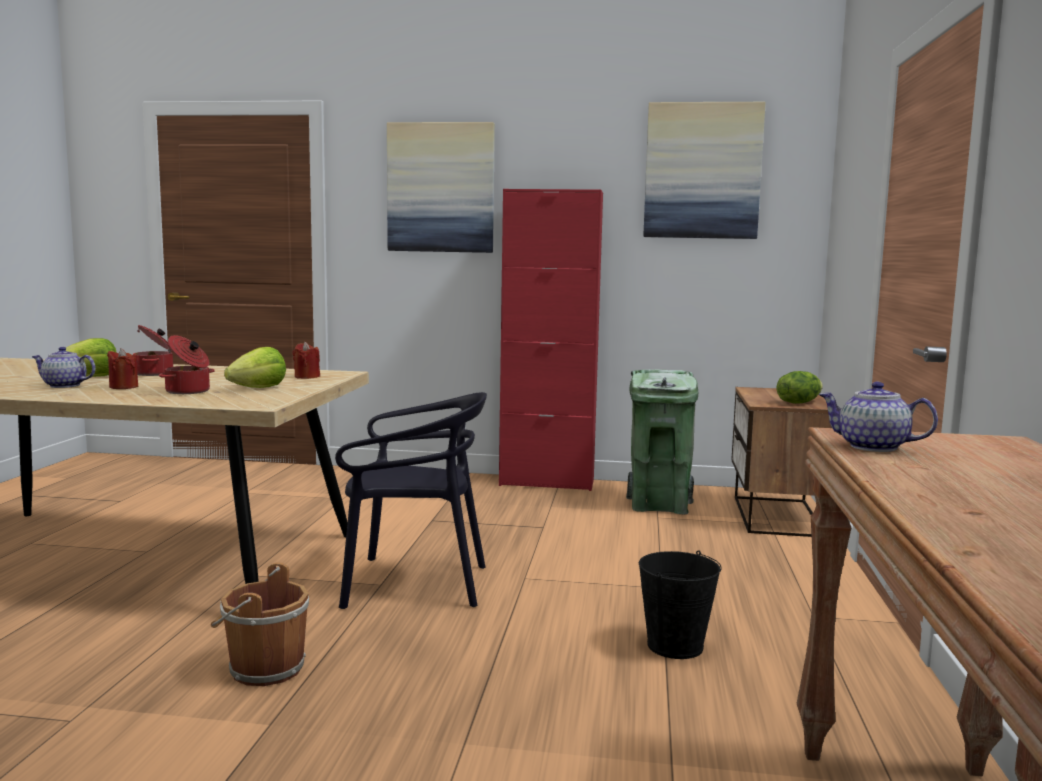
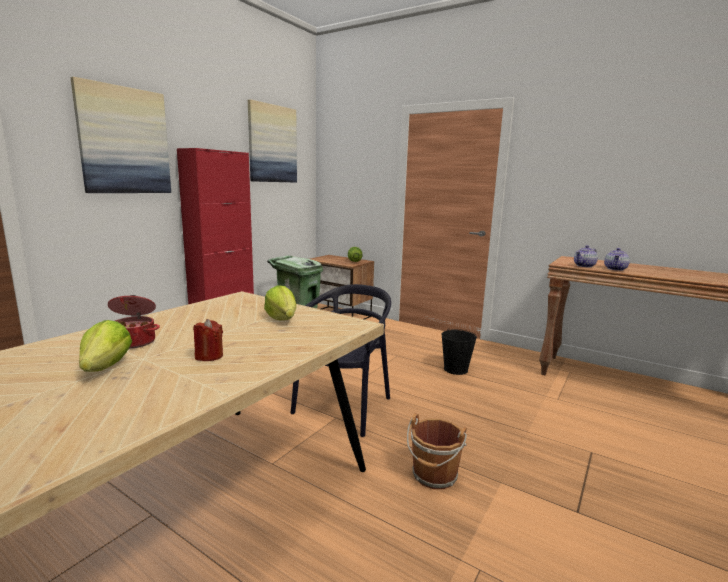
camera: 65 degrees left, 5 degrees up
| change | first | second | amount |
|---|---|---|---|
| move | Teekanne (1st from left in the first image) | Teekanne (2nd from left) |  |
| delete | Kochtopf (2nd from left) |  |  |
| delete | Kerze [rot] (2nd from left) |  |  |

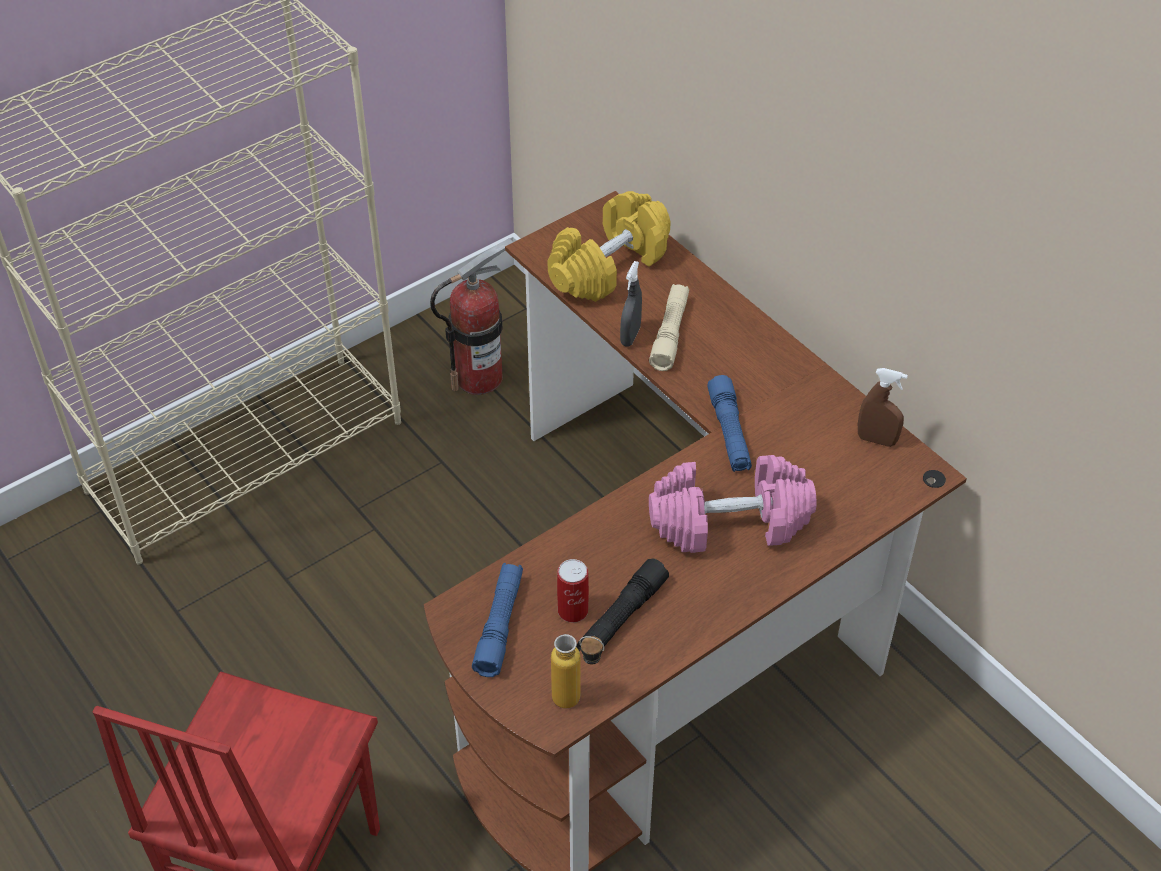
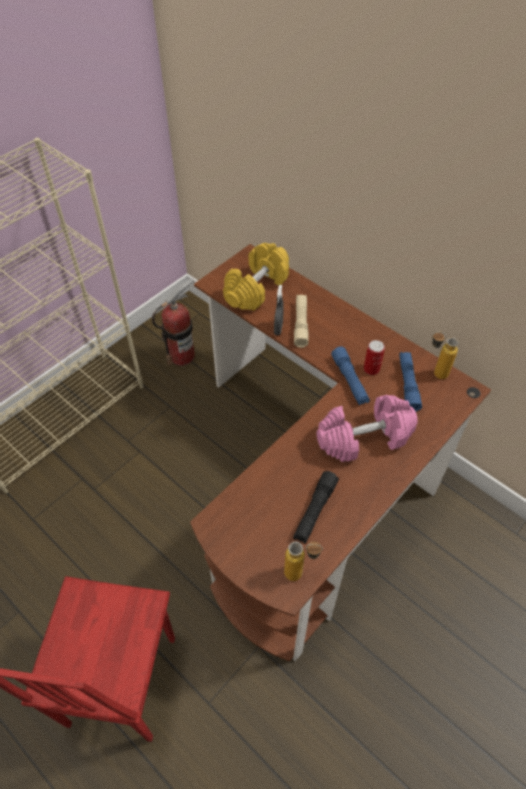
camera: 10 degrees left, 5 degrees up
| change | first | second | amount |
|---|---|---|---|
| move | Taschenlampe [blau] (1st from left in the first image) | Taschenlampe [blau] (2nd from left) |  |
| move | Dose |  |  |
| replace | Sprühflasche [braun] | Flasche (2nd from left) |  |

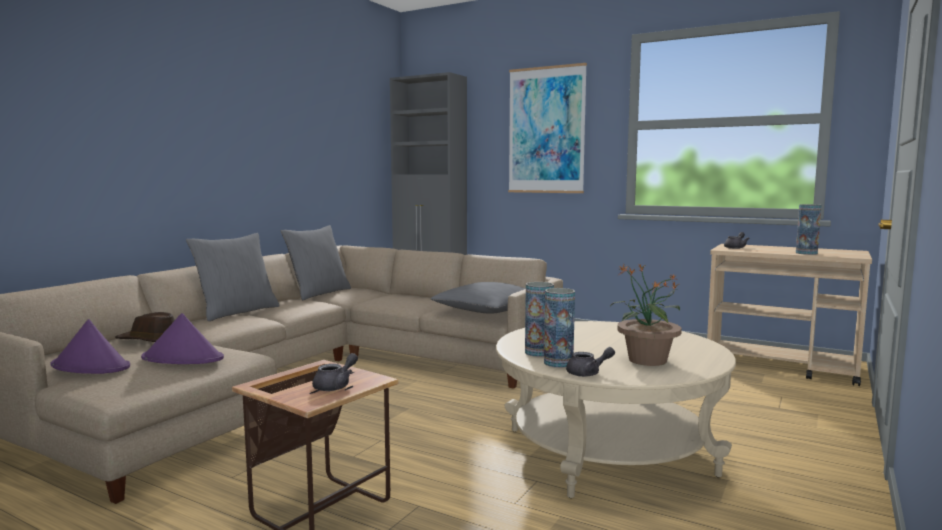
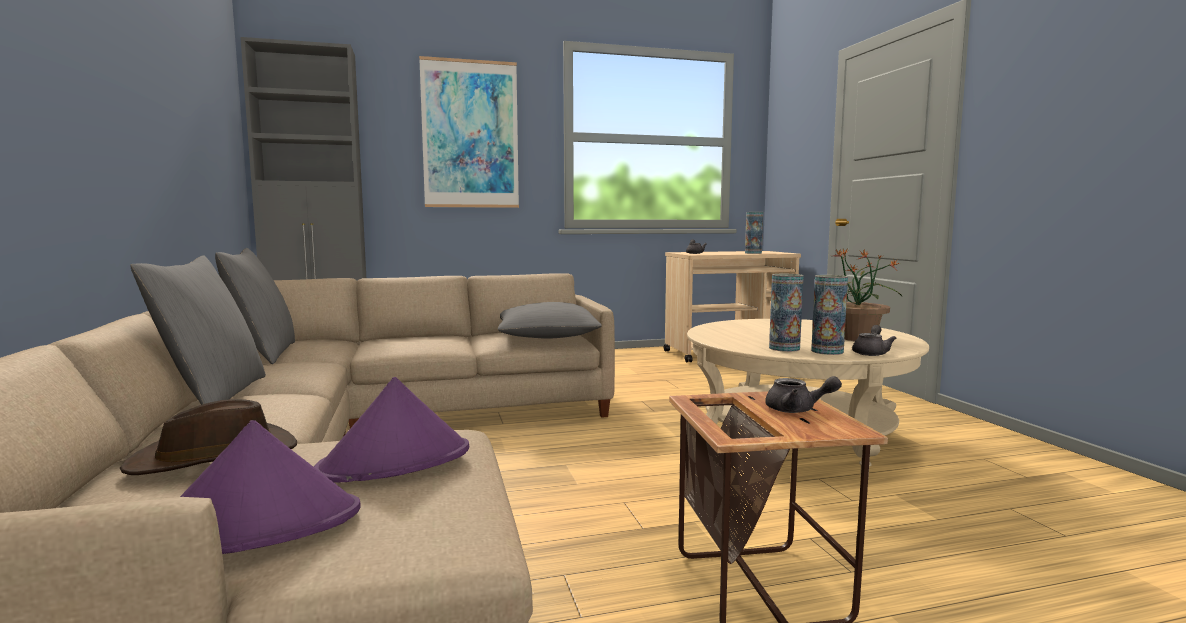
camera: 45 degrees left, 0 degrees up
| change | first | second | amount |
|---|---|---|---|
| rotate | Teekanne [grau] (1st from left in the first image) | Teekanne [grau] (2nd from left) | 120 degrees clockwise |

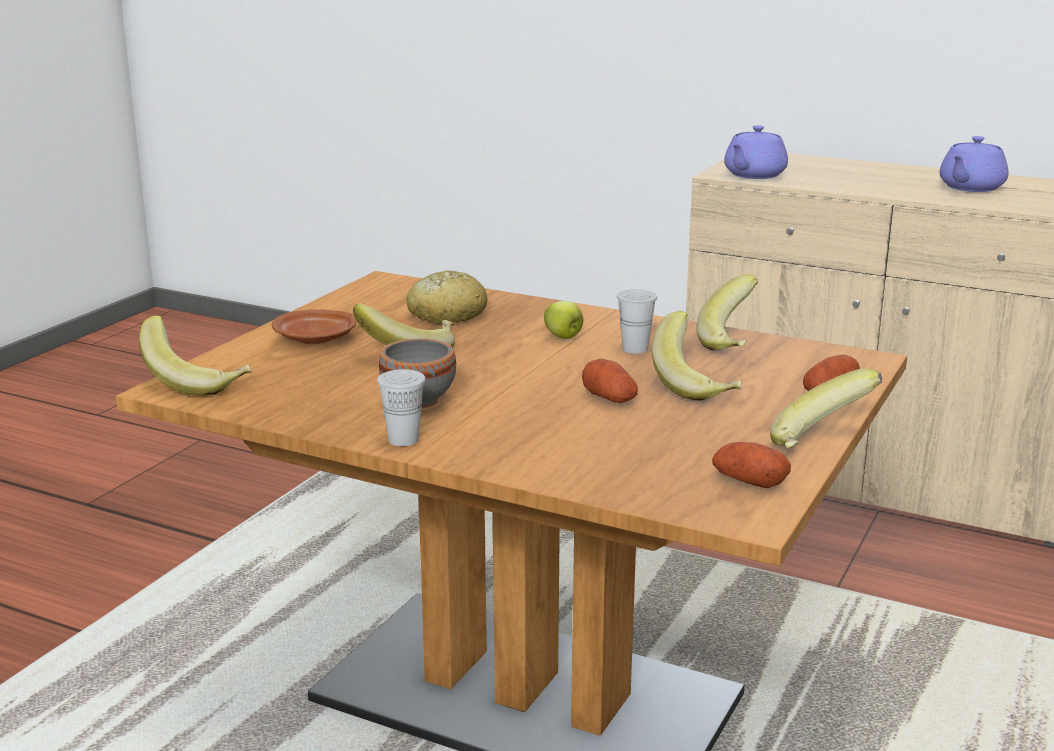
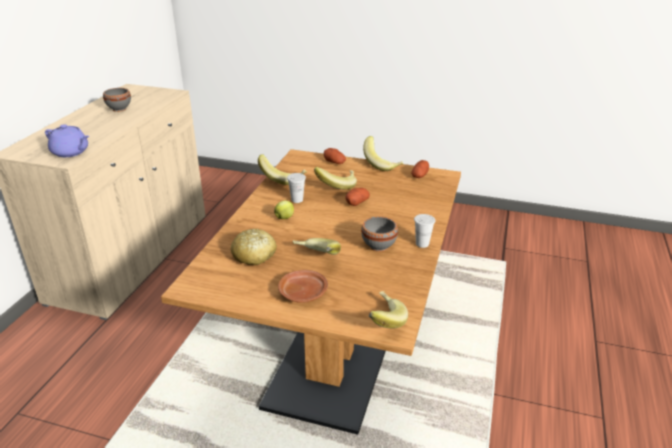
camera: 100 degrees left, 10 degrees up
| change | first | second | amount |
|---|---|---|---|
| replace | Teekanne [lila] (2nd from left) | Schüssel [grau] (1st from left) |  |

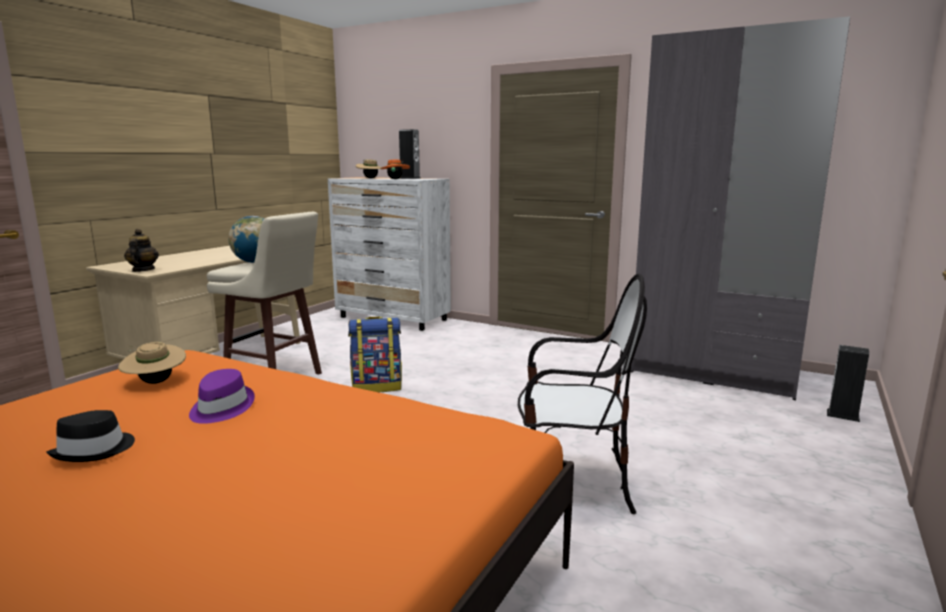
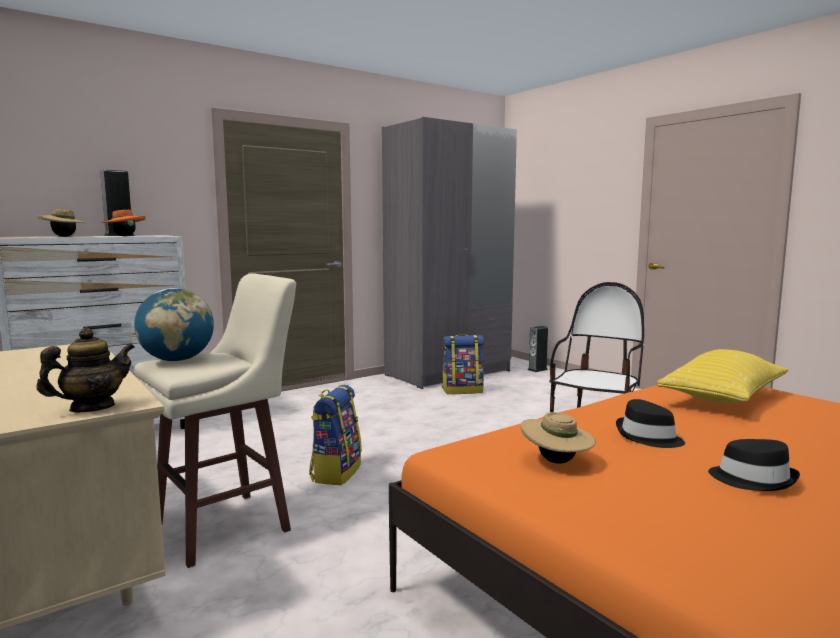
camera: 65 degrees left, 5 degrees down
| change | first | second | amount |
|---|---|---|---|
| rotate | Teekanne |  | 120 degrees clockwise |
| recolor | Hut [lila] | Hut [schwarz] (1st from left) |  |
| insert |  | Rucksack (2nd from left) |  |
| insert |  | Kissen [gelb] |  |

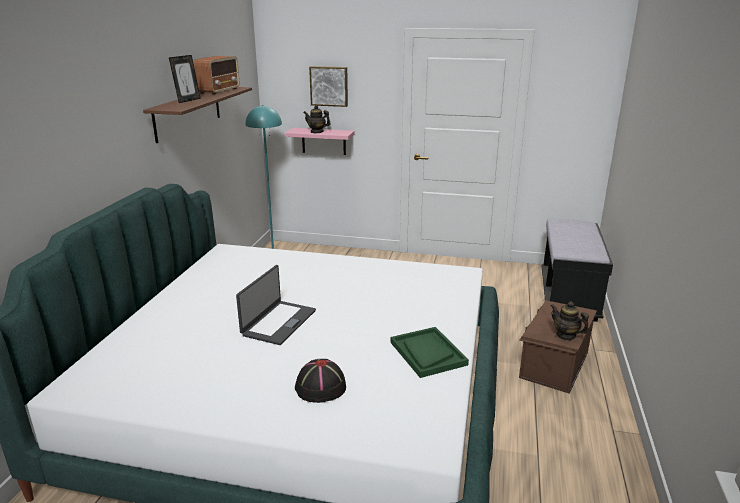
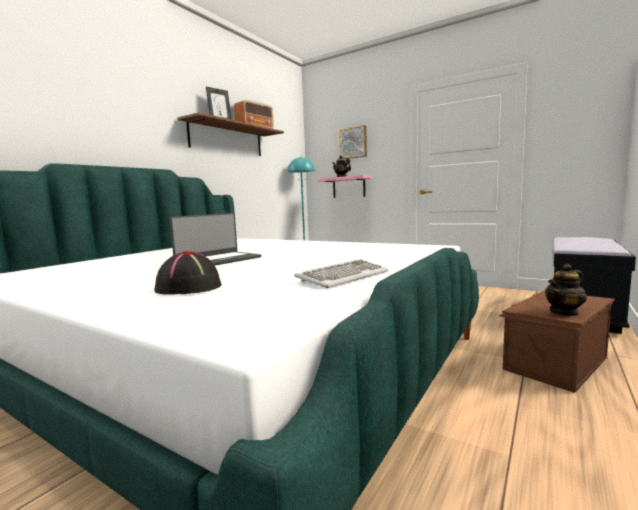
camera: 20 degrees right, 15 degrees down
| change | first | second | amount |
|---|---|---|---|
| replace | Tablett [grün] | Tastatur |  |
| rotate | Teekanne (2nd from left) |  | 90 degrees counterclockwise |

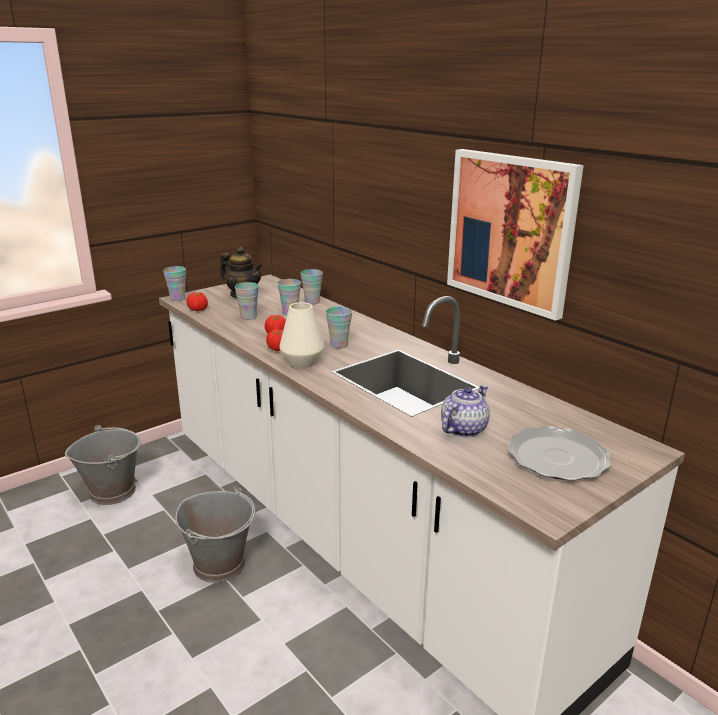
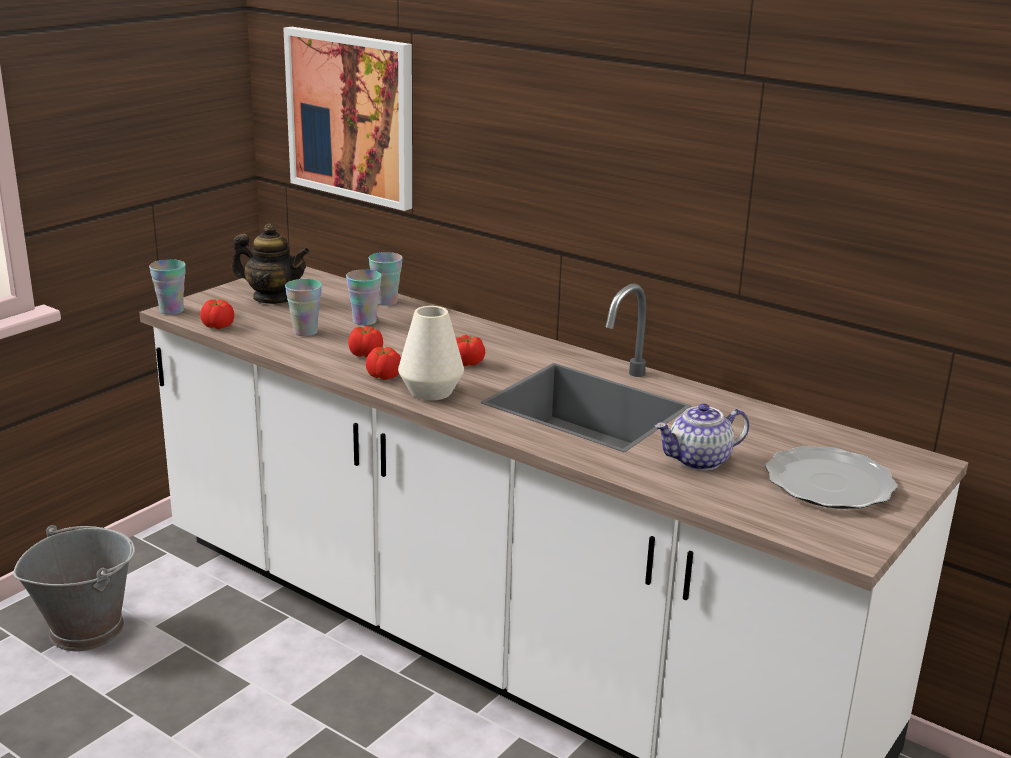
camera: 15 degrees left, 0 degrees up
| change | first | second | amount |
|---|---|---|---|
| delete | Eimer [grau] (2nd from left) |  |  |
| replace | Tasse (5th from left) | Tomate (4th from left) |  |
| rotate | Teekanne (2nd from left) |  | 135 degrees counterclockwise |
| move | Bild |  |  |

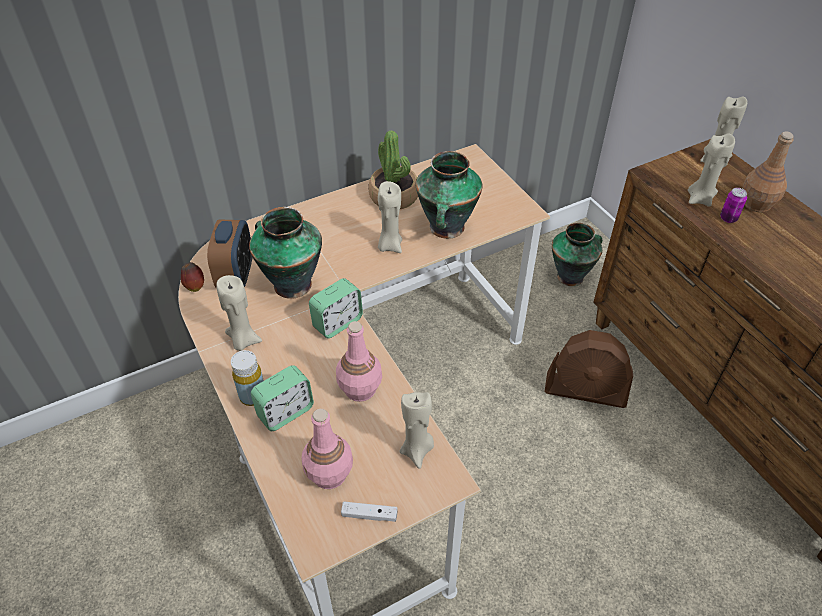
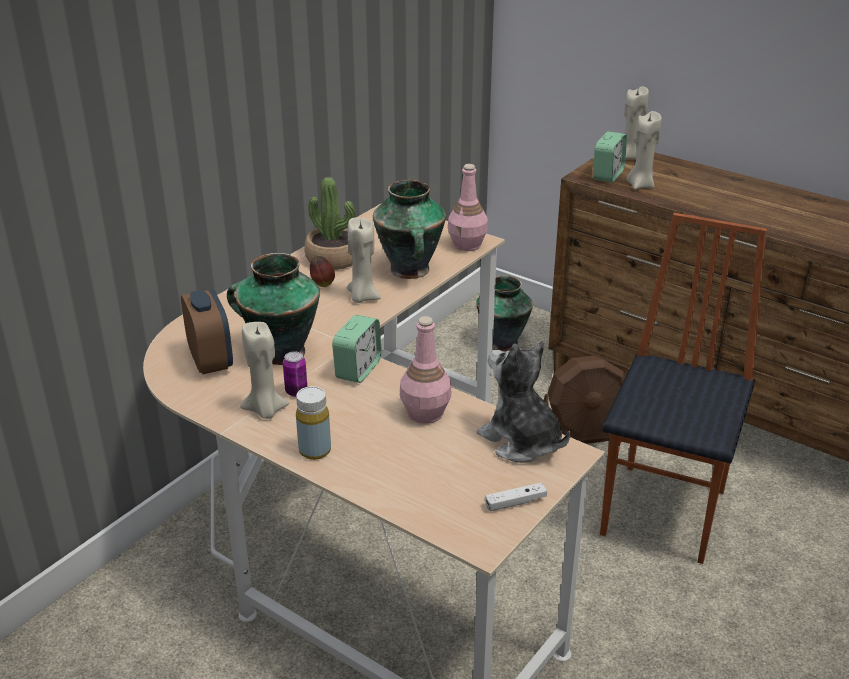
camera: 25 degrees left, 15 degrees down
| change | first | second | amount |
|---|---|---|---|
| move | Apfel |  |  |
| move | Wecker (2nd from left in the first image) | Wecker (3rd from left) |  |
| move | Flasche [rosa] (1st from left in the first image) | Flasche [rosa] (2nd from left) |  |
| replace | Kerze [beige] (3rd from left) | Plüschtier |  |
| move | Dose |  |  |
| delete | Flasche [braun] |  |  |
| insert |  | Stuhl |  |

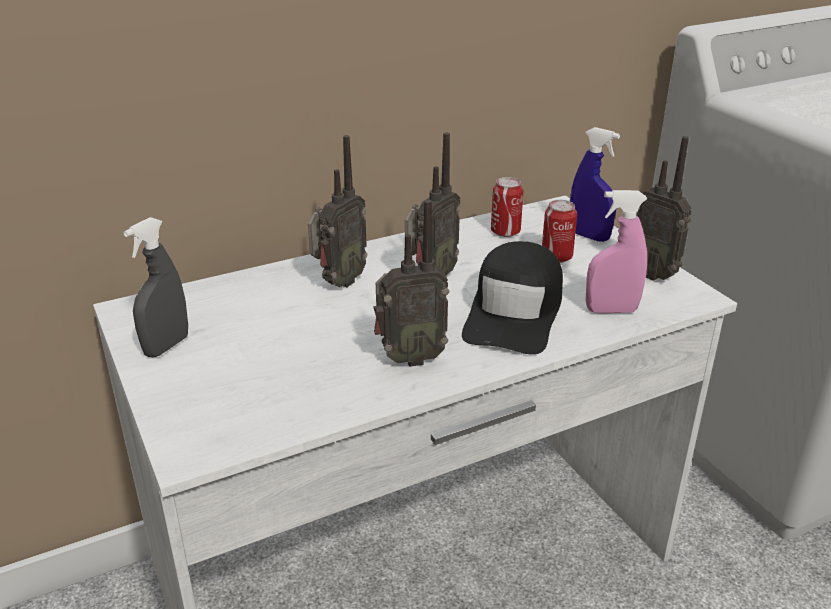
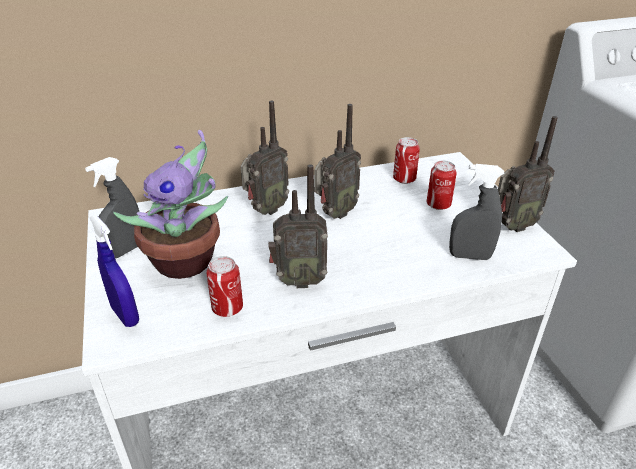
camera: 10 degrees right, 5 degrees up
| change | first | second | amount |
|---|---|---|---|
| delete | Kappe [schwarz] |  |  |
| move | Sprühflasche [blau] |  |  |
| recolor | Sprühflasche [rosa] | Sprühflasche [grau] (2nd from left) |  |
| rotate | Radio (4th from left) |  | 75 degrees counterclockwise |
| insert |  | Topfpflanze |  |
| insert |  | Dose (1st from left) |  |

